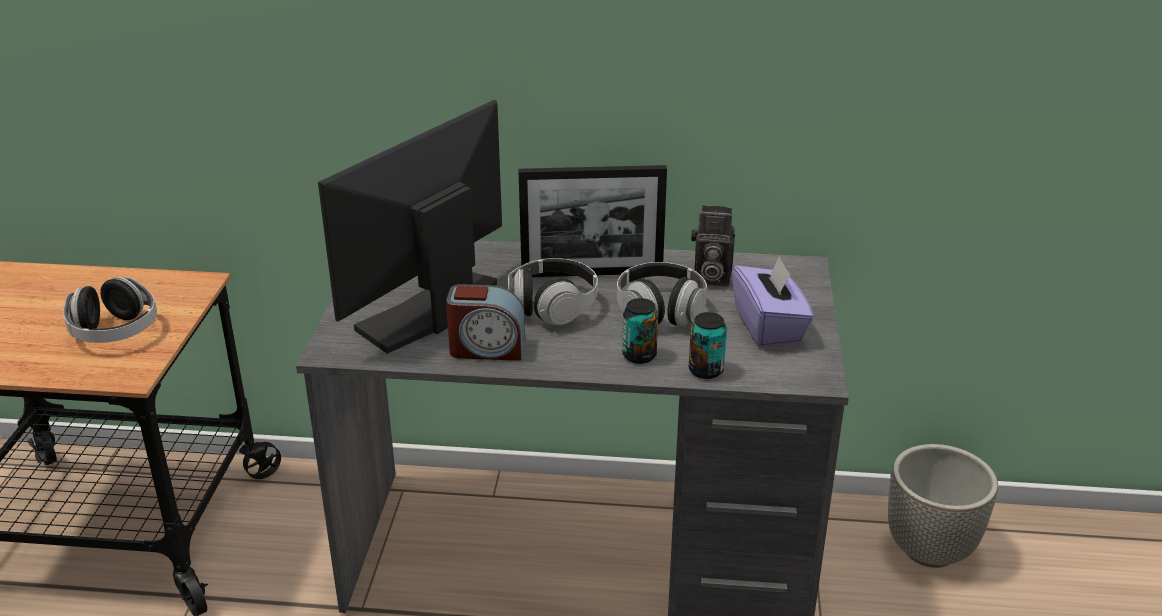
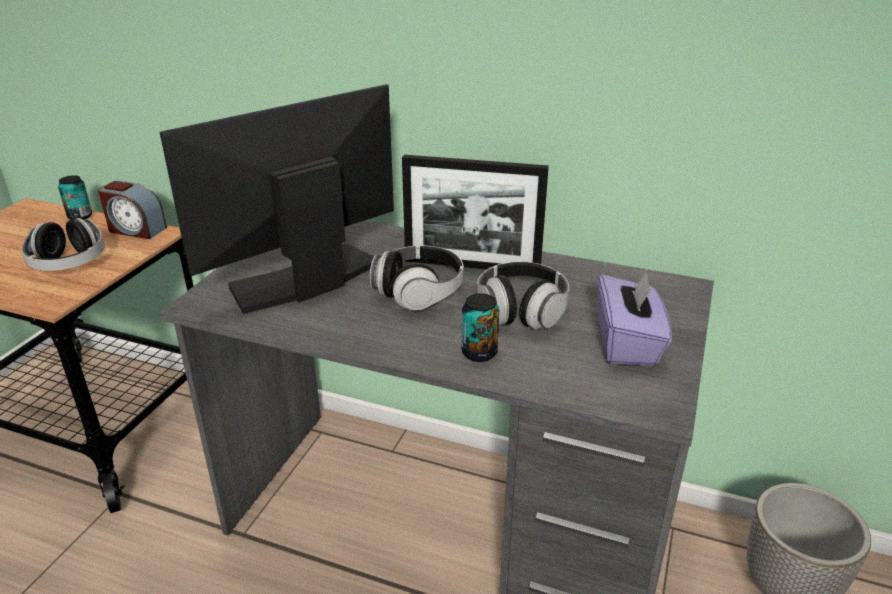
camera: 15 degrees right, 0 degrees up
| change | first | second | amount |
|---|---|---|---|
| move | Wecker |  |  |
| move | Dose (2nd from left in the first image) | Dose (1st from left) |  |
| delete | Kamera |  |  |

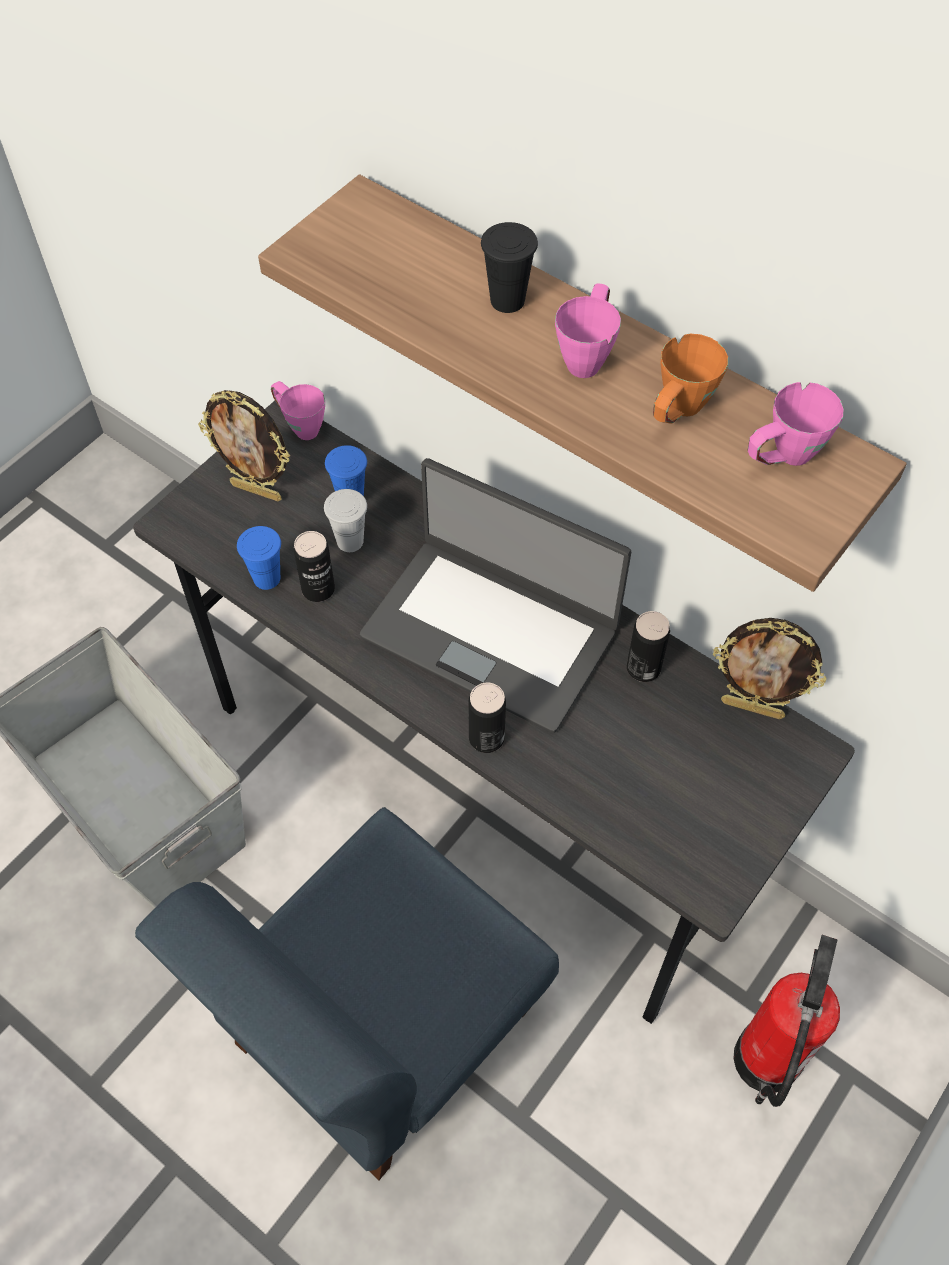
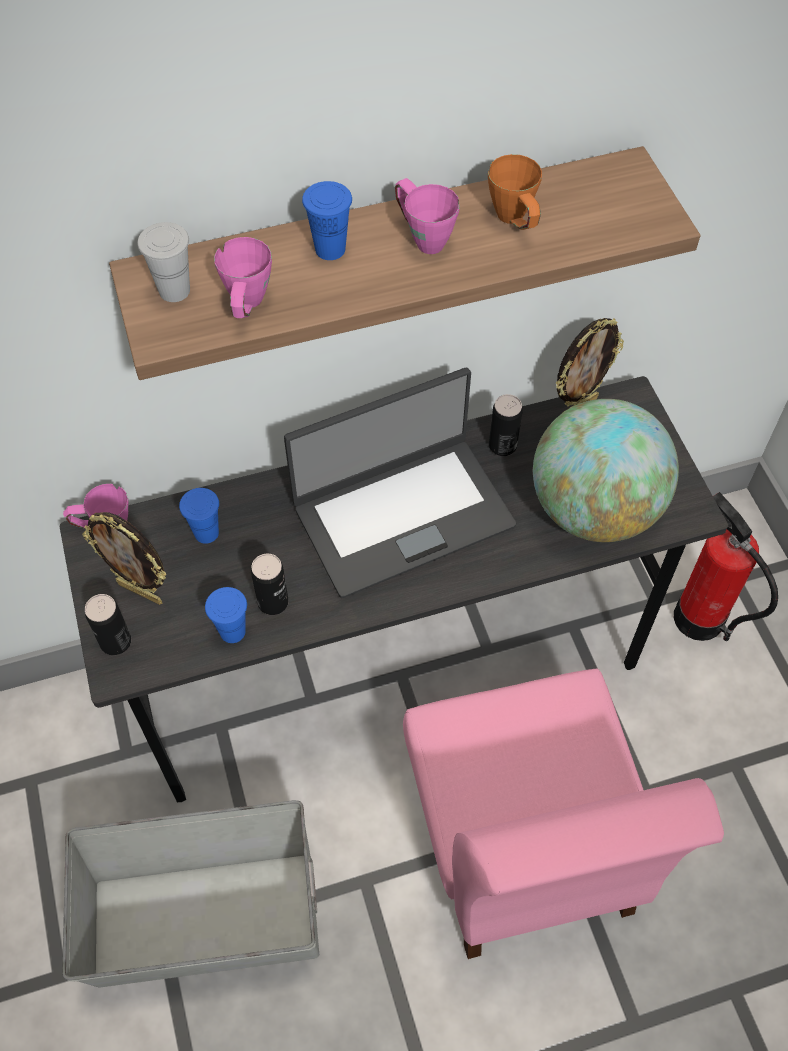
camera: 55 degrees left, 0 degrees up
| change | first | second | amount |
|---|---|---|---|
| recolor | Stuhl [blau] | Stuhl [rosa] |  |
| rotate | Bilderrahmen (1st from left) |  | 60 degrees clockwise |
| move | Tasse [weiß] |  |  |
| move | Dose (2nd from left in the first image) | Dose (1st from left) |  |
| recolor | Tasse [schwarz] | Tasse [blau] (3rd from left) |  |
| move | Henkelbecher [rosa] (3rd from left in the first image) | Henkelbecher [rosa] (2nd from left) |  |
| insert |  | Globus |  |

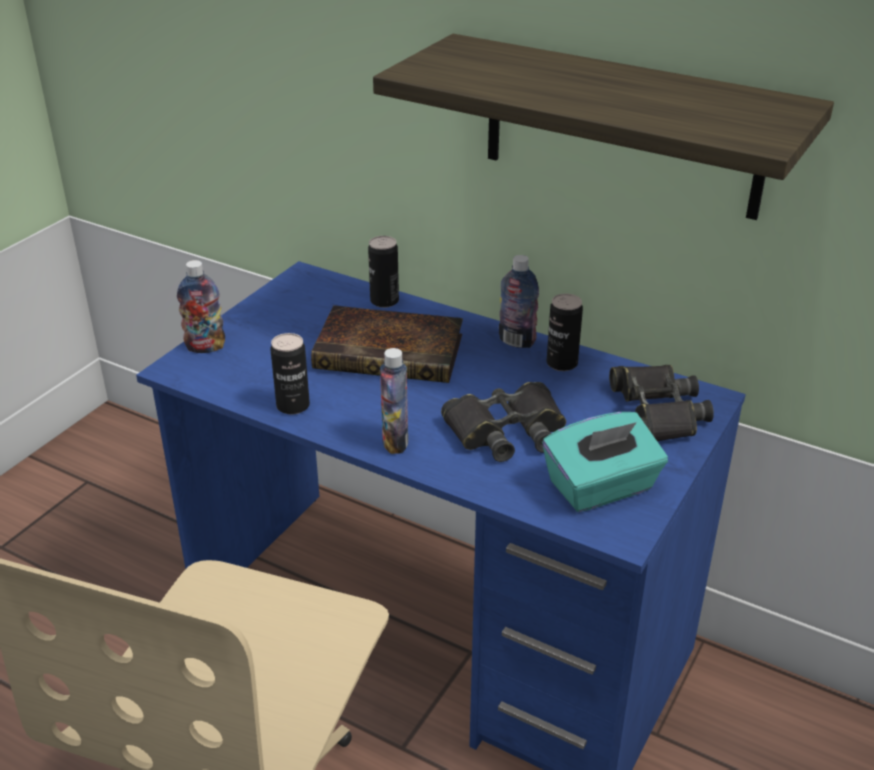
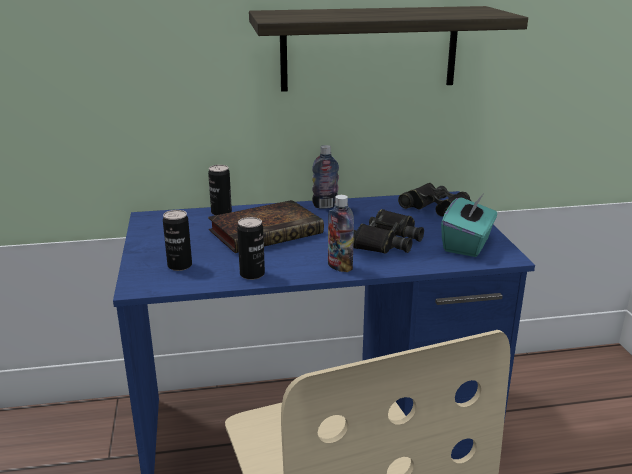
camera: 40 degrees left, 10 degrees down
| change | first | second | amount |
|---|---|---|---|
| delete | Flasche (1st from left) |  |  |
| move | Dose (3rd from left in the first image) | Dose (1st from left) |  |

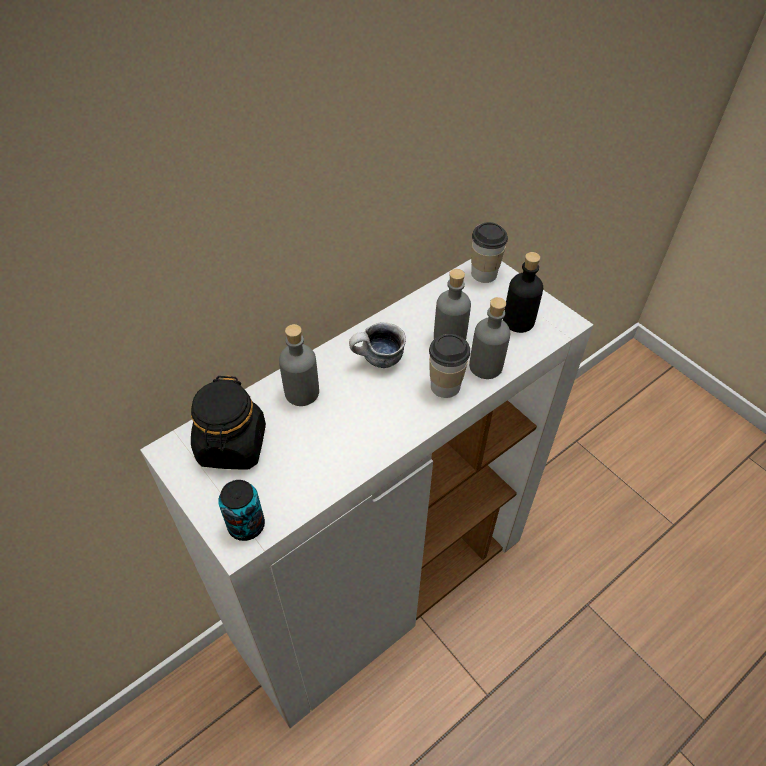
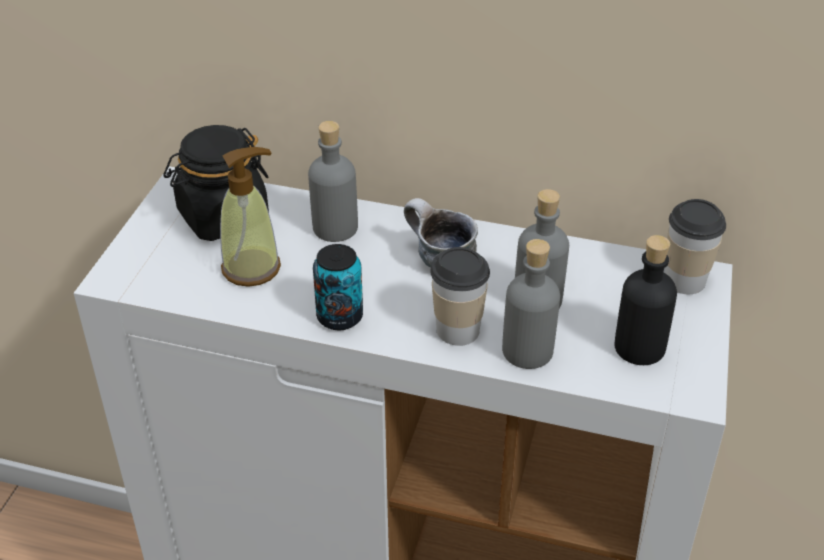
camera: 55 degrees right, 10 degrees down
| change | first | second | amount |
|---|---|---|---|
| move | Dose |  |  |
| insert |  | Seifenspender |  |

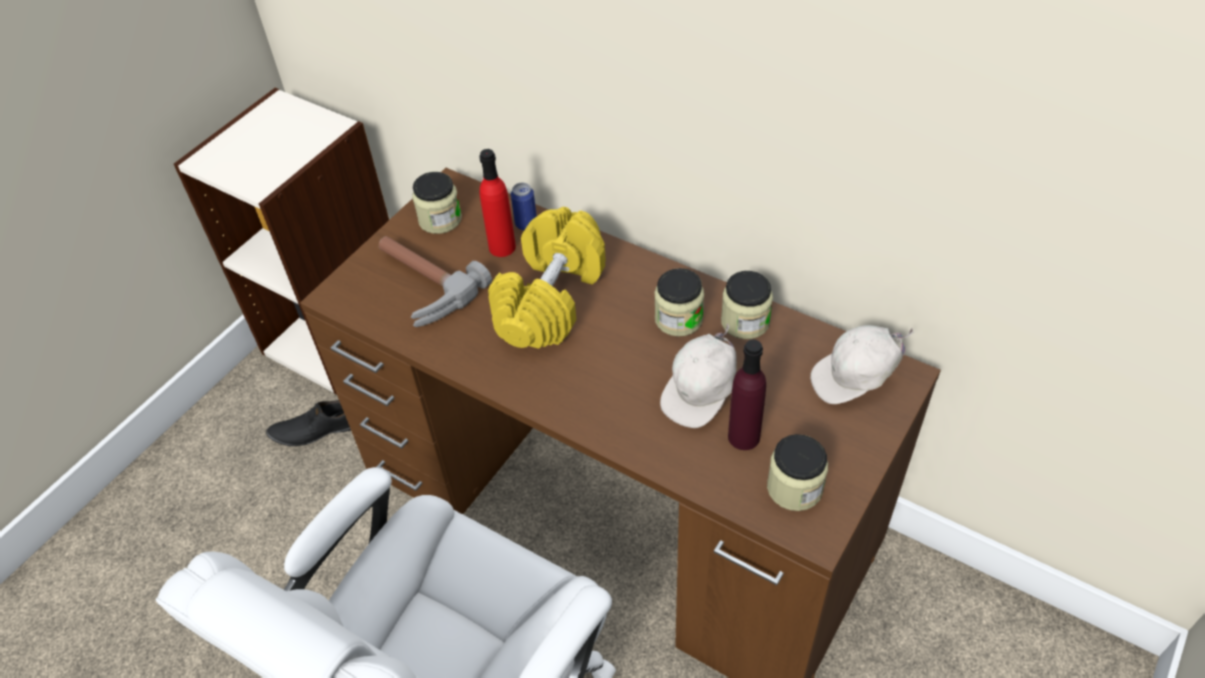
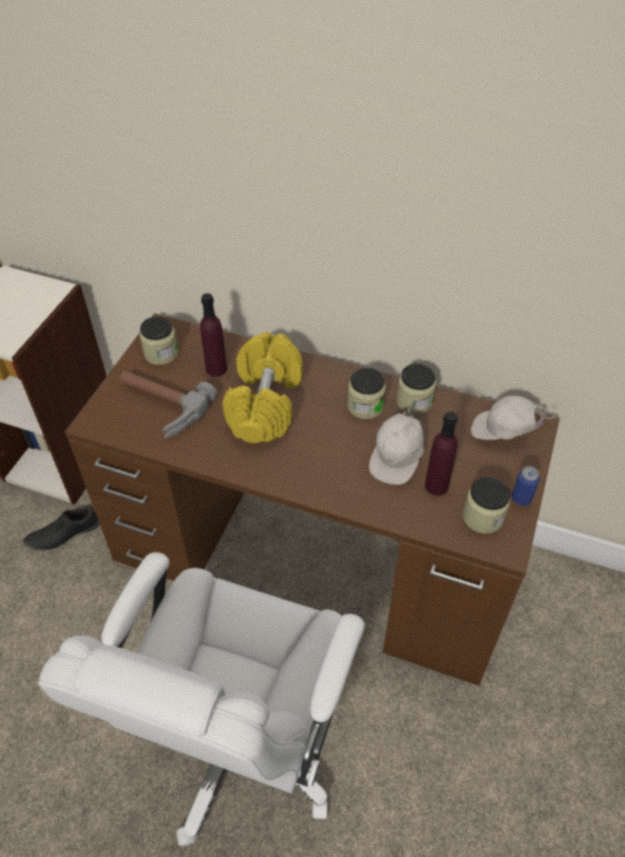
camera: 15 degrees left, 0 degrees up
| change | first | second | amount |
|---|---|---|---|
| recolor | Flasche [rot] | Flasche [lila] (1st from left) |  |
| move | Dose |  |  |
| rotate | Kappe [weiß] (2nd from left) |  | 45 degrees clockwise |

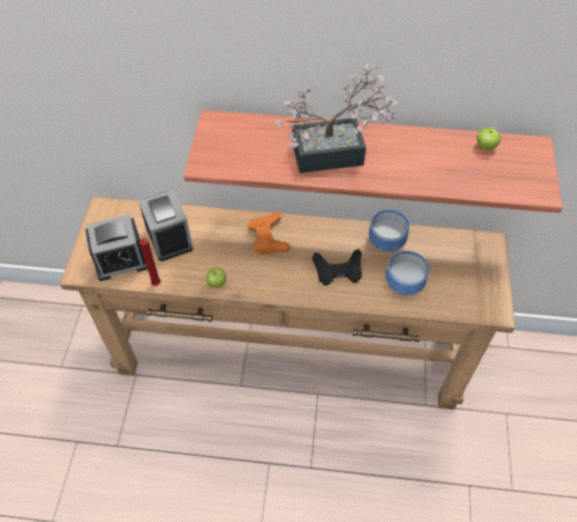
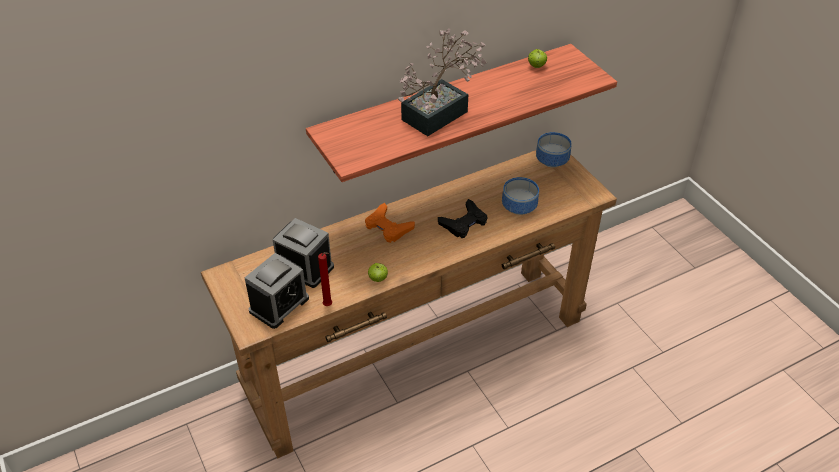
camera: 35 degrees left, 10 degrees down
| change | first | second | amount |
|---|---|---|---|
| move | Schüssel (1st from left in the first image) | Schüssel (2nd from left) |  |

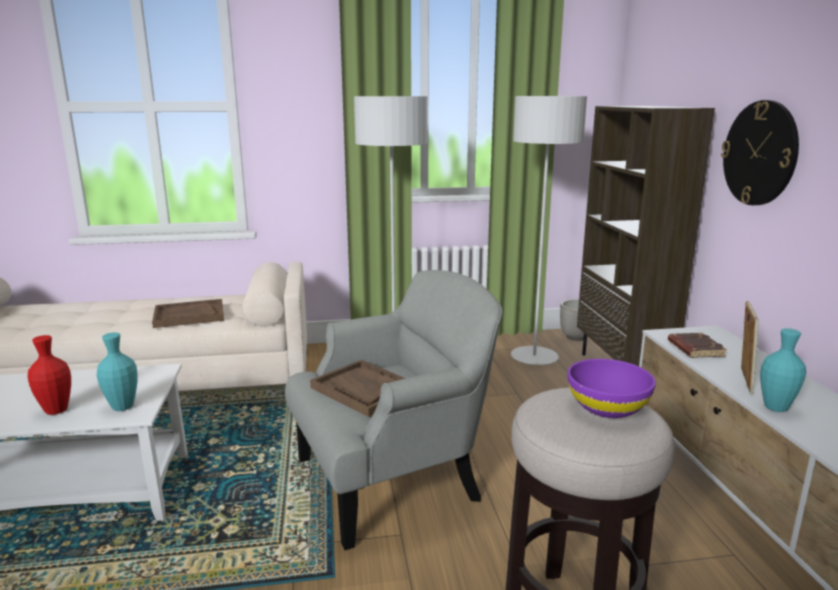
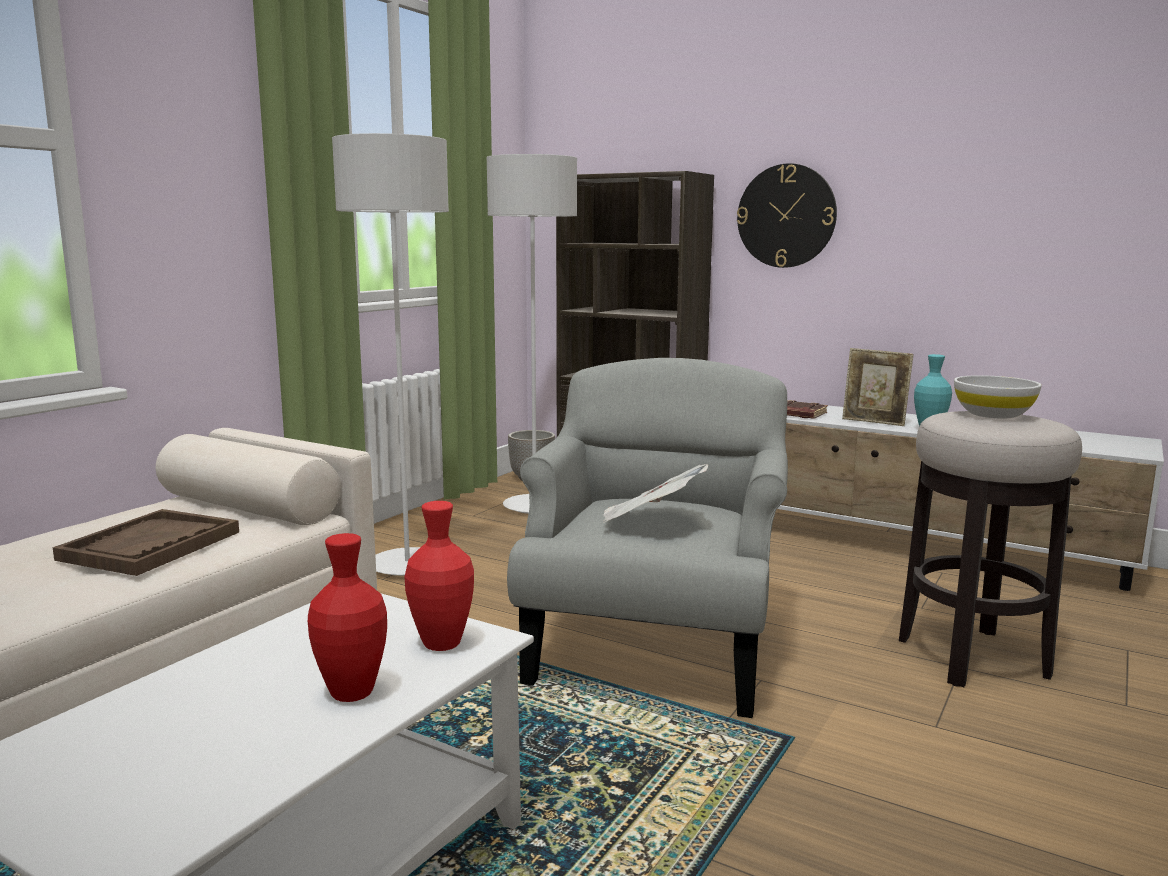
camera: 50 degrees left, 5 degrees down
| change | first | second | amount |
|---|---|---|---|
| recolor | Vase [türkis] (1st from left) | Vase [rot] (2nd from left) |  |
| replace | Tablett [braun] (2nd from left) | Zeitung |  |
| recolor | Schüssel [lila] | Schüssel [weiß] |  |
| rotate | Bilderrahmen |  | 150 degrees clockwise |

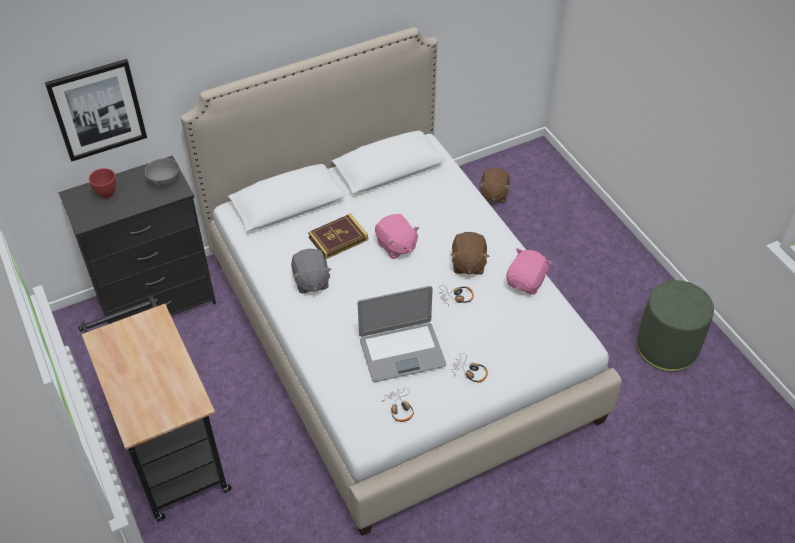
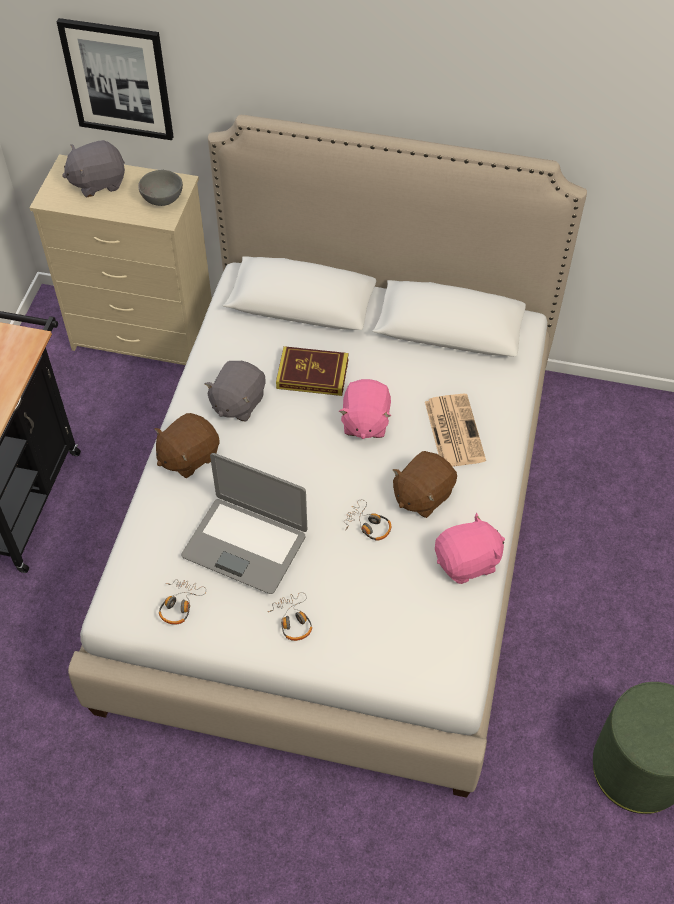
camera: 40 degrees right, 5 degrees up
| change | first | second | amount |
|---|---|---|---|
| recolor | Kommode [schwarz] | Kommode [beige] |  |
| replace | Schüssel [rot] | Plüschtier [grau] (1st from left) |  |
| move | Plüschtier [braun] (2nd from left in the first image) | Plüschtier [braun] (1st from left) |  |
| insert |  | Zeitung |  |

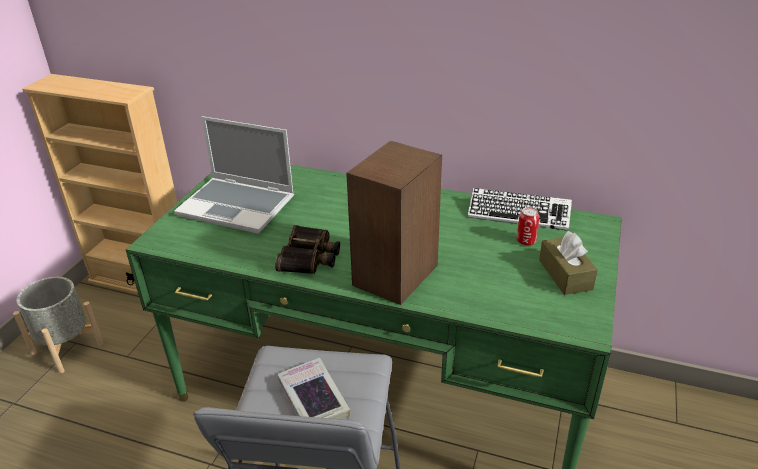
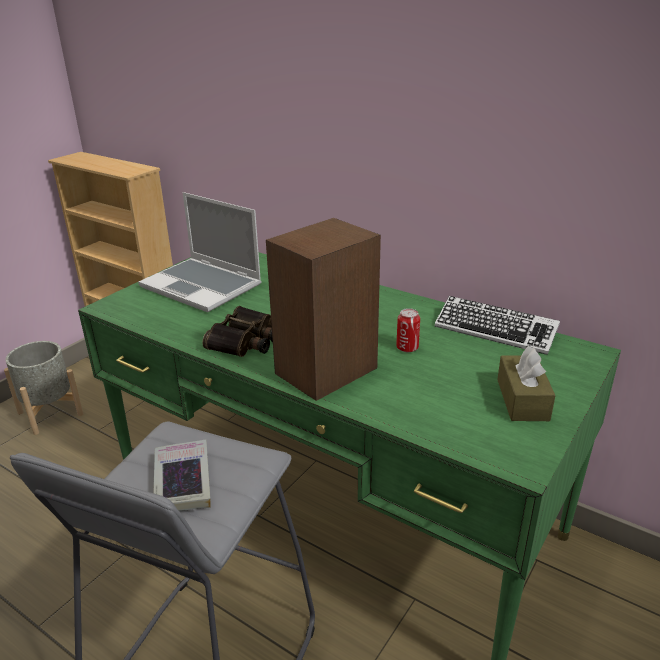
camera: 15 degrees right, 5 degrees down
| change | first | second | amount |
|---|---|---|---|
| move | Dose |  |  |

